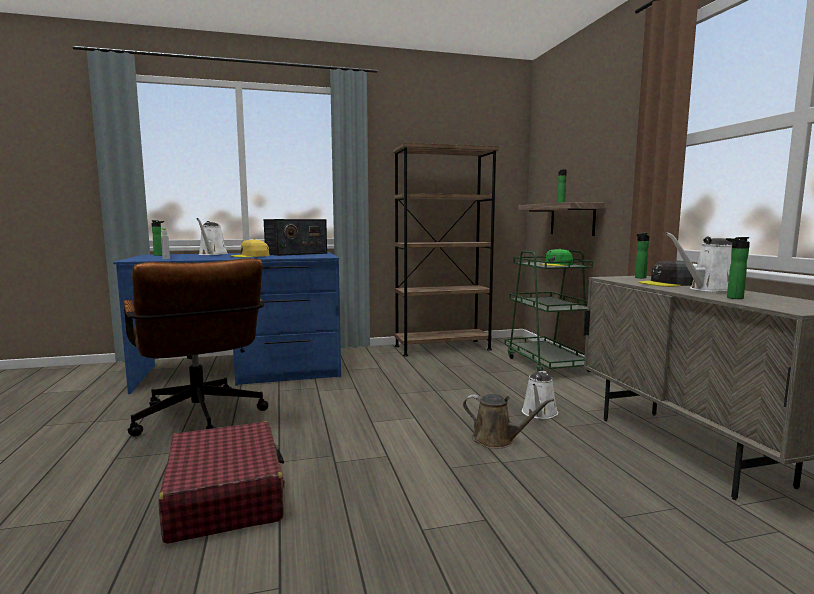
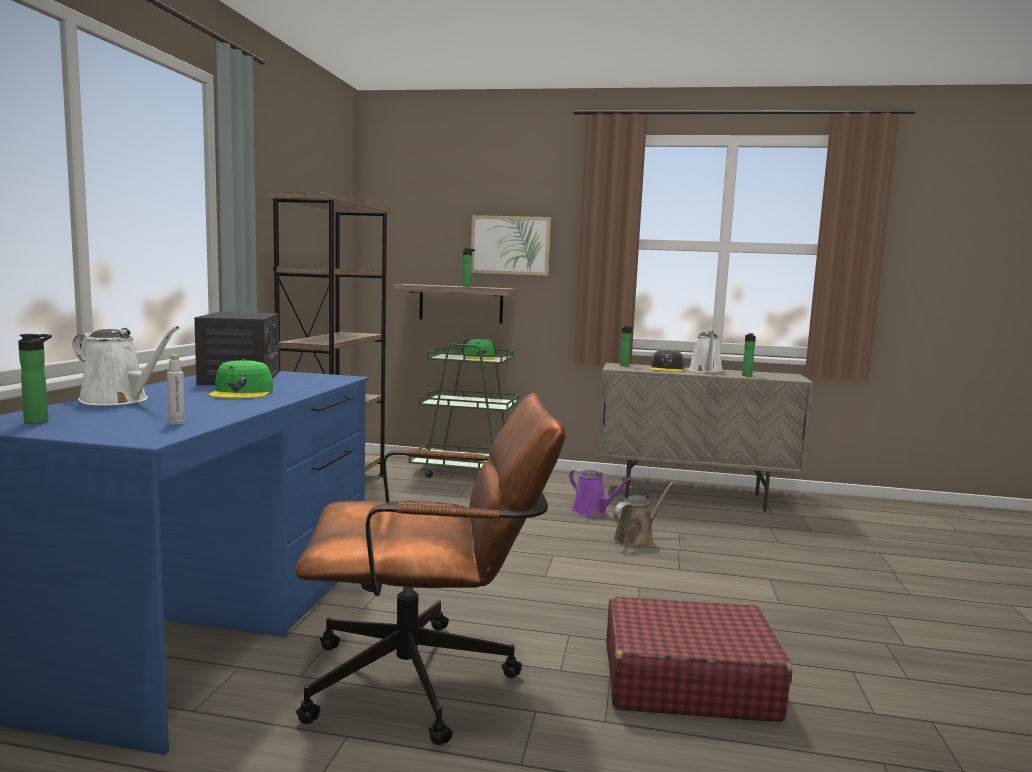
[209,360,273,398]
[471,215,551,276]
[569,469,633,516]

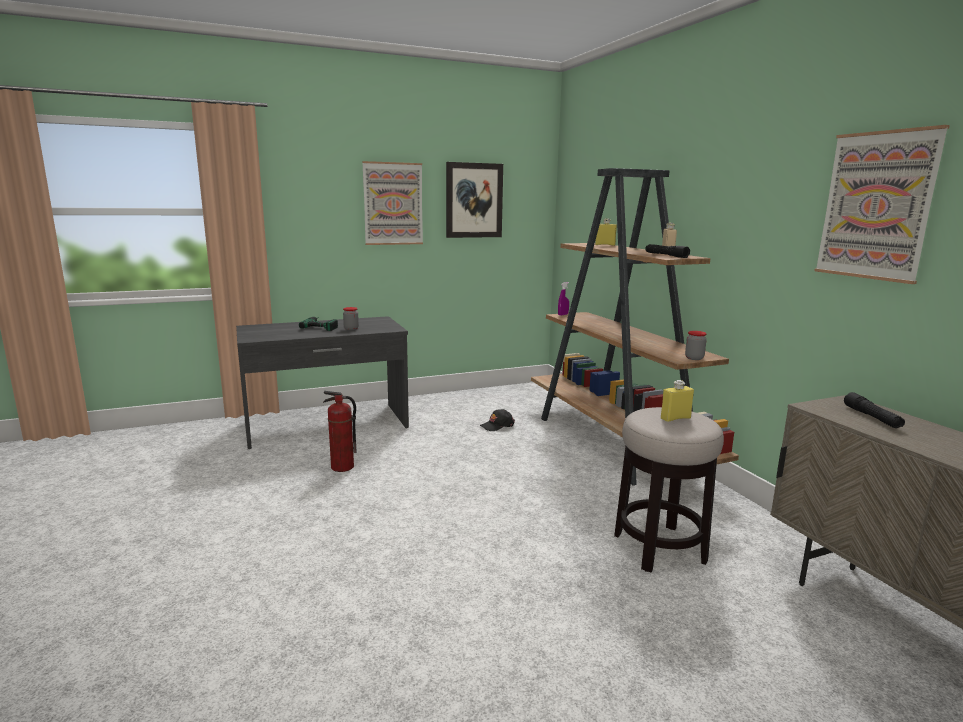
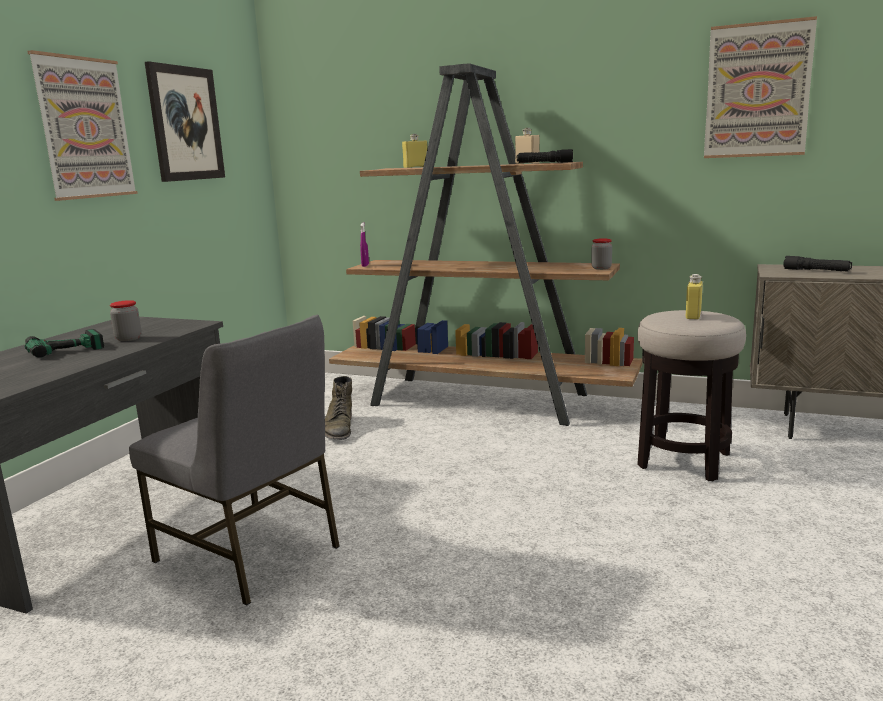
[129,315,340,606]
[325,376,352,440]

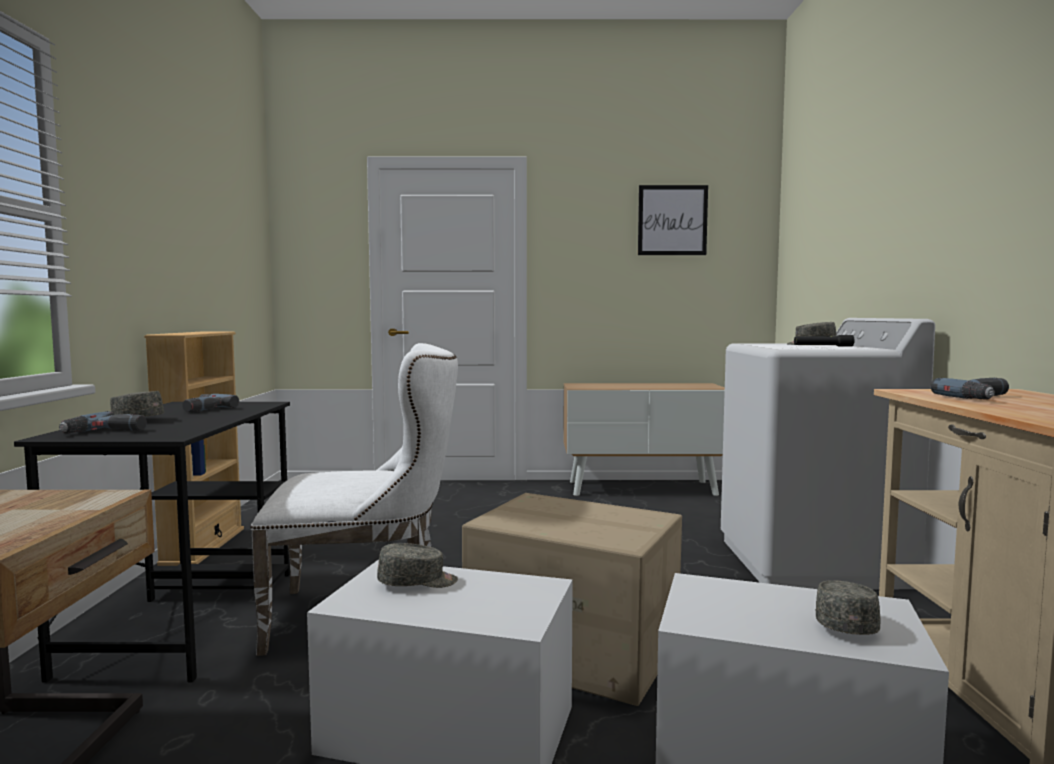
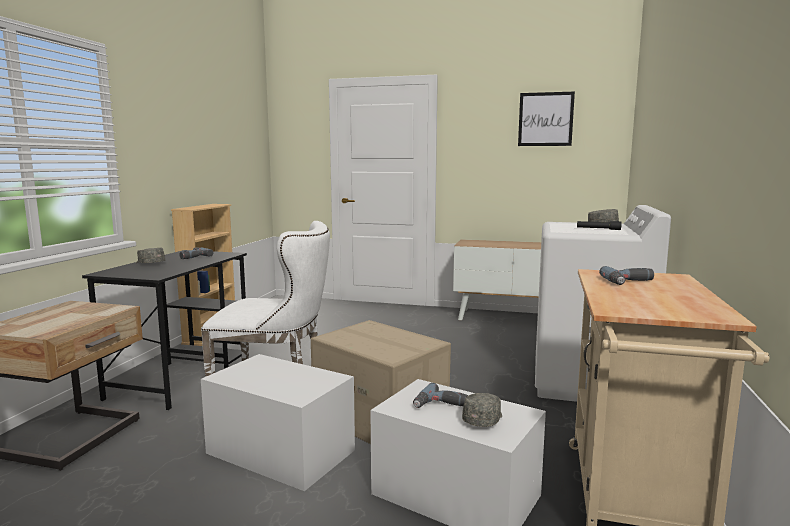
[413,383,468,408]
[377,543,458,588] (first image)

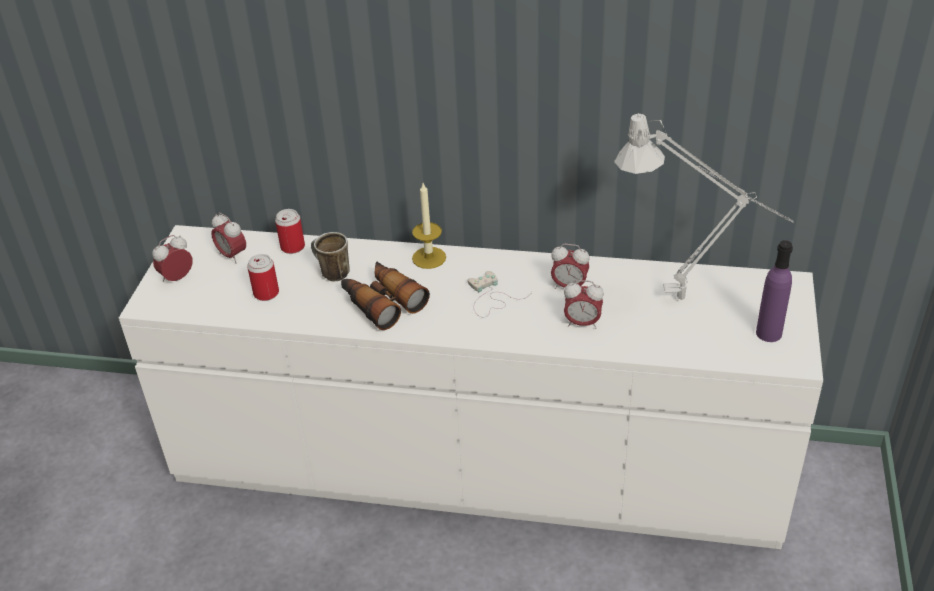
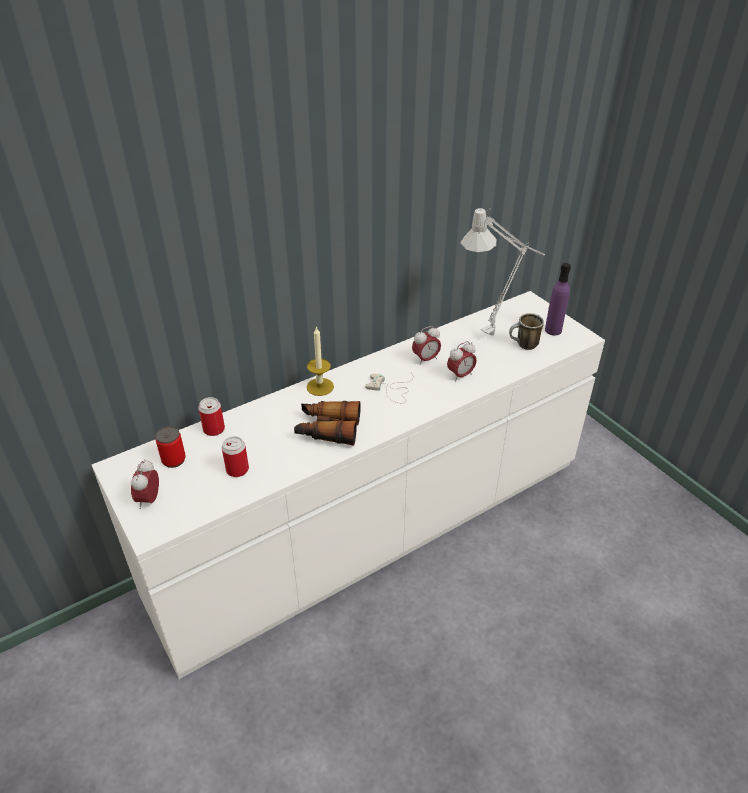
[155,426,186,468]
[509,313,544,350]

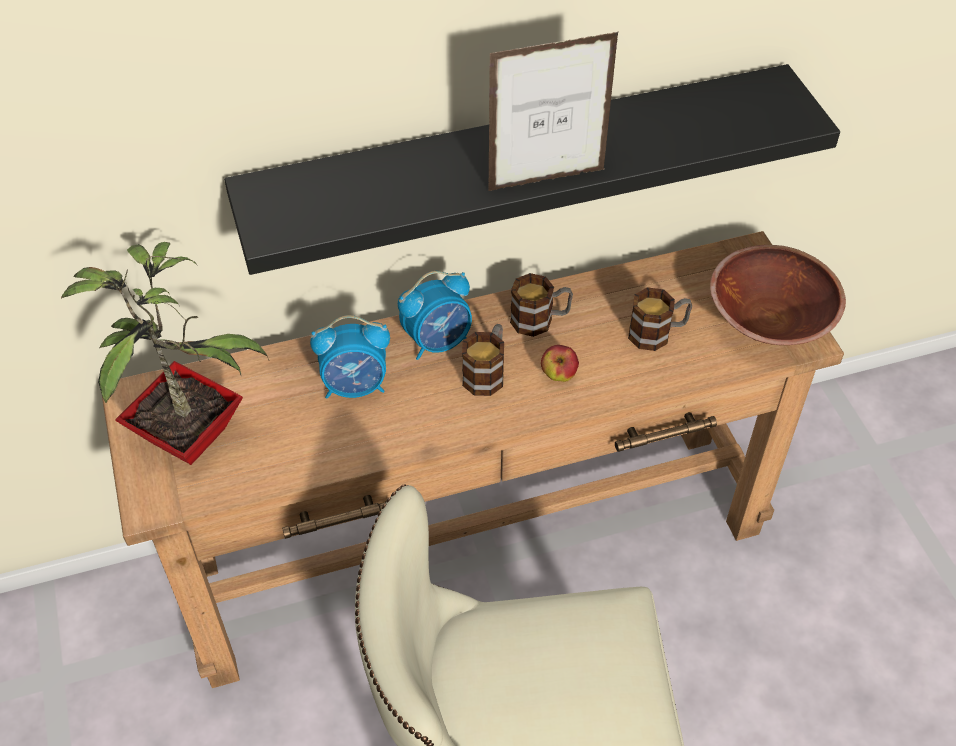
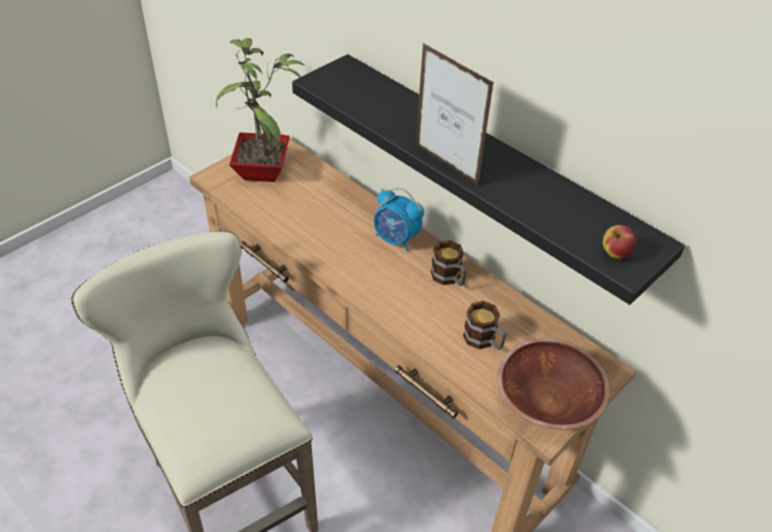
[603,225,637,259]
[310,315,390,399] (first image)
[462,324,504,396] (first image)

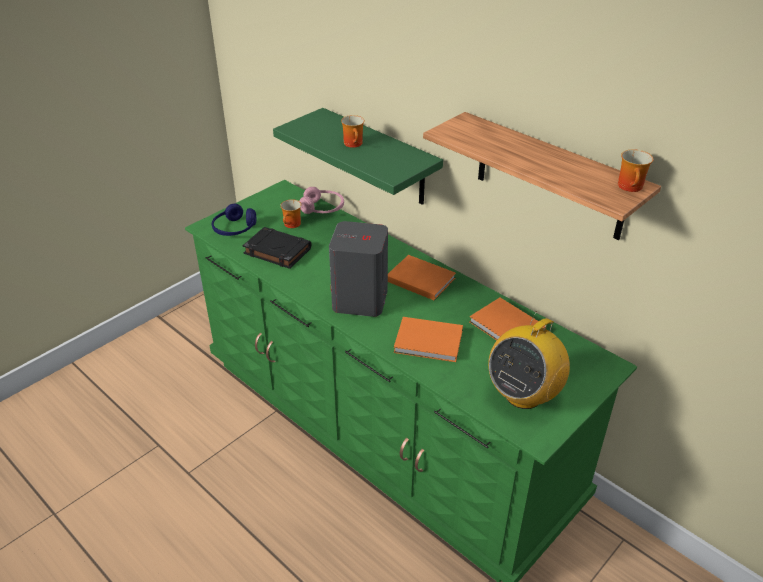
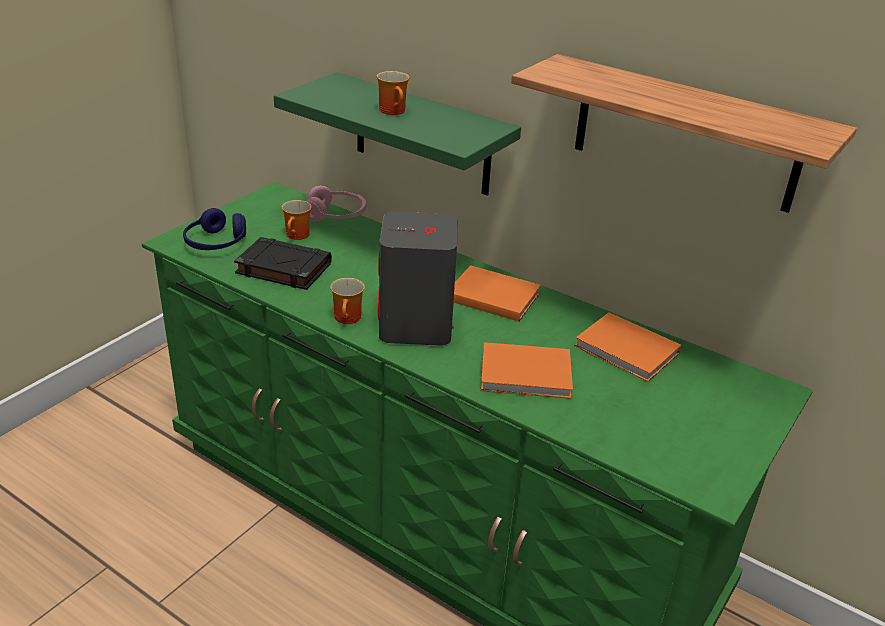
[330,278,365,324]
[488,311,570,409] (first image)

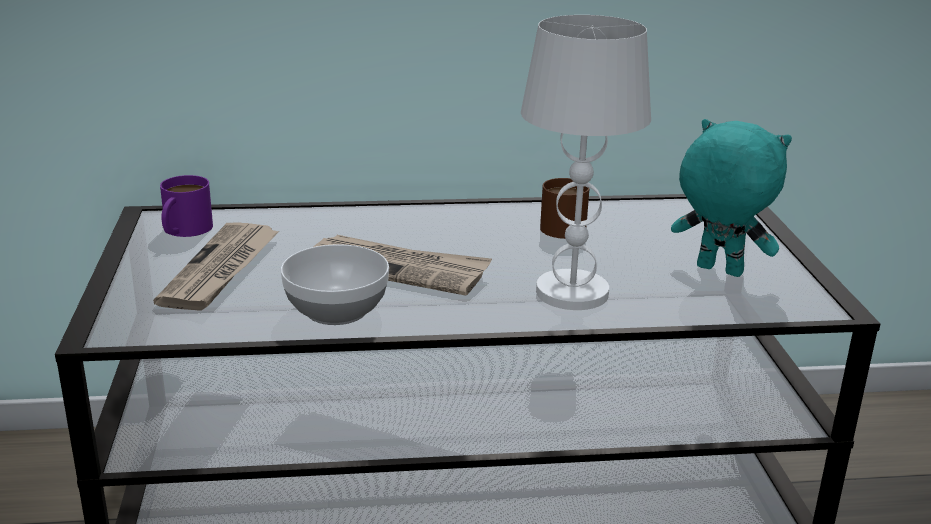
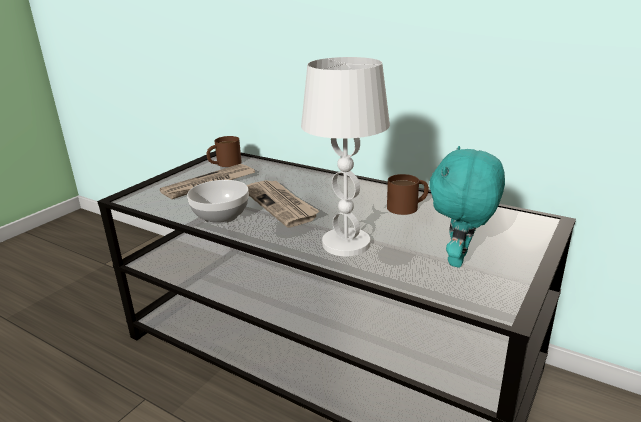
[206,136,242,167]
[430,146,505,267]

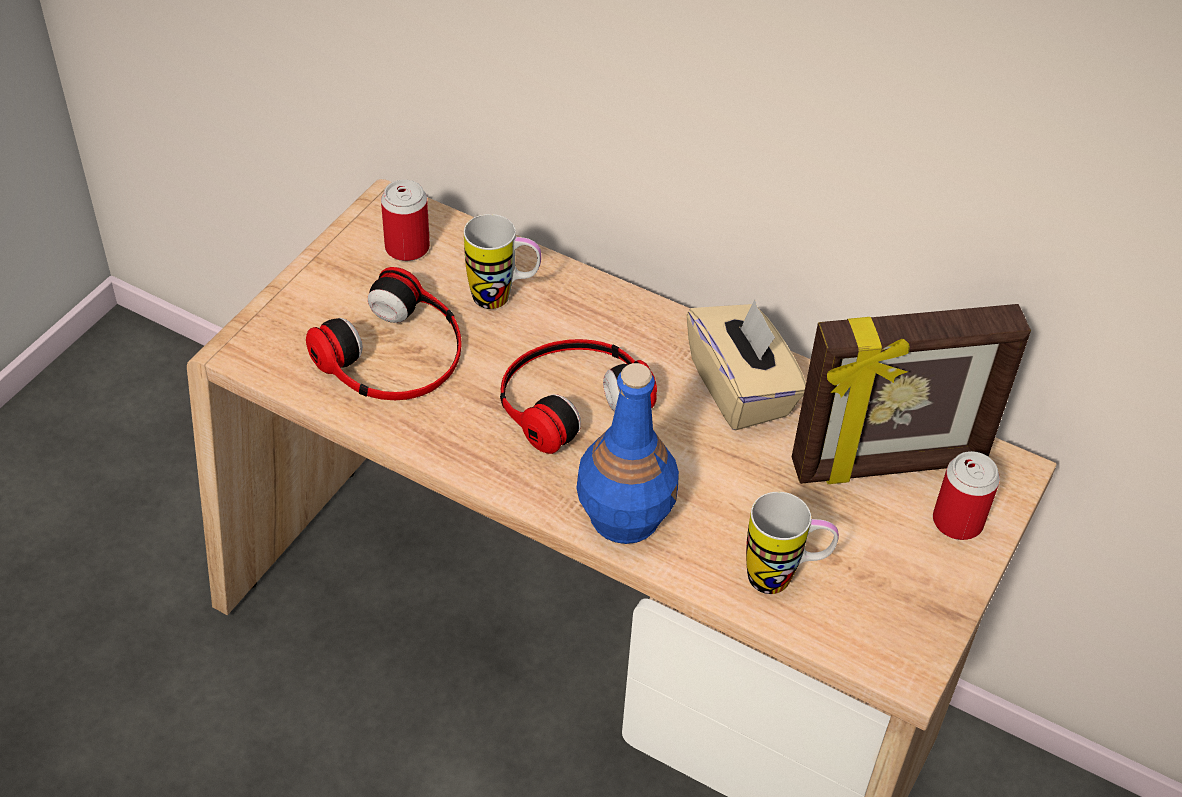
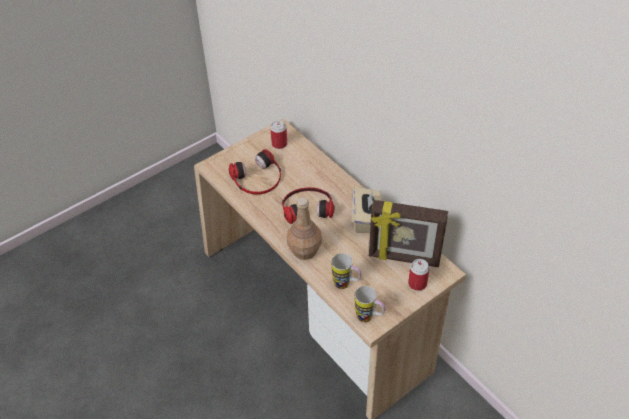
[287,198,322,260]
[355,286,385,322]

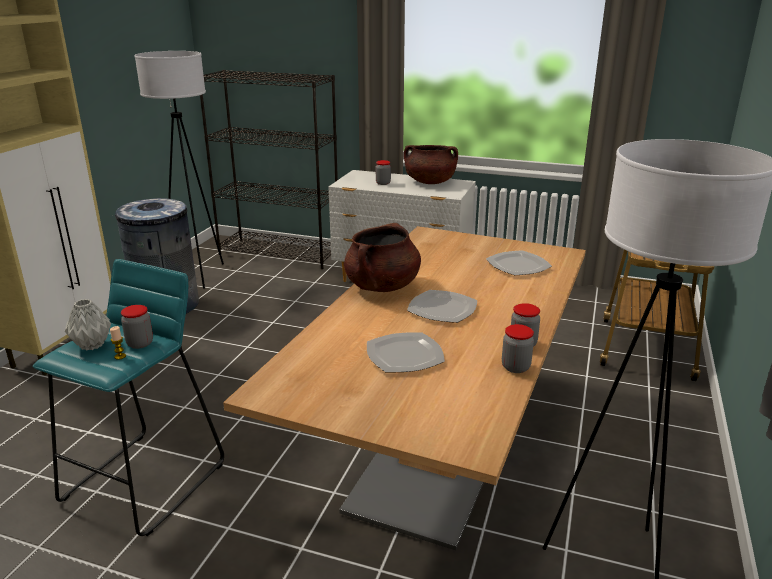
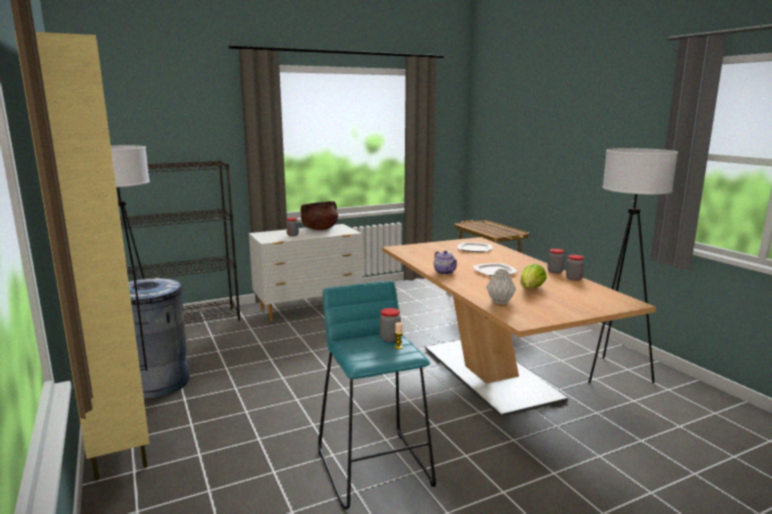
[434,250,457,275]
[486,269,516,304]
[520,263,547,288]

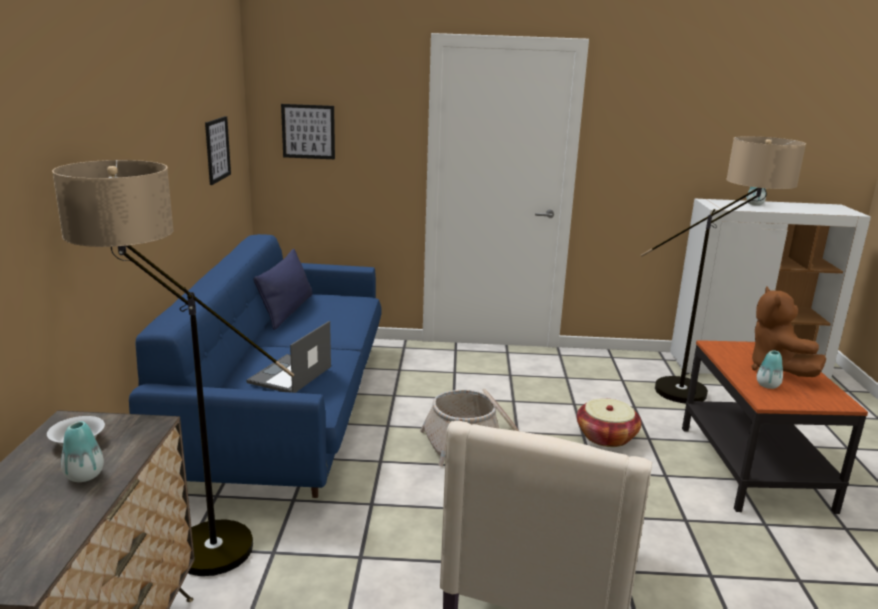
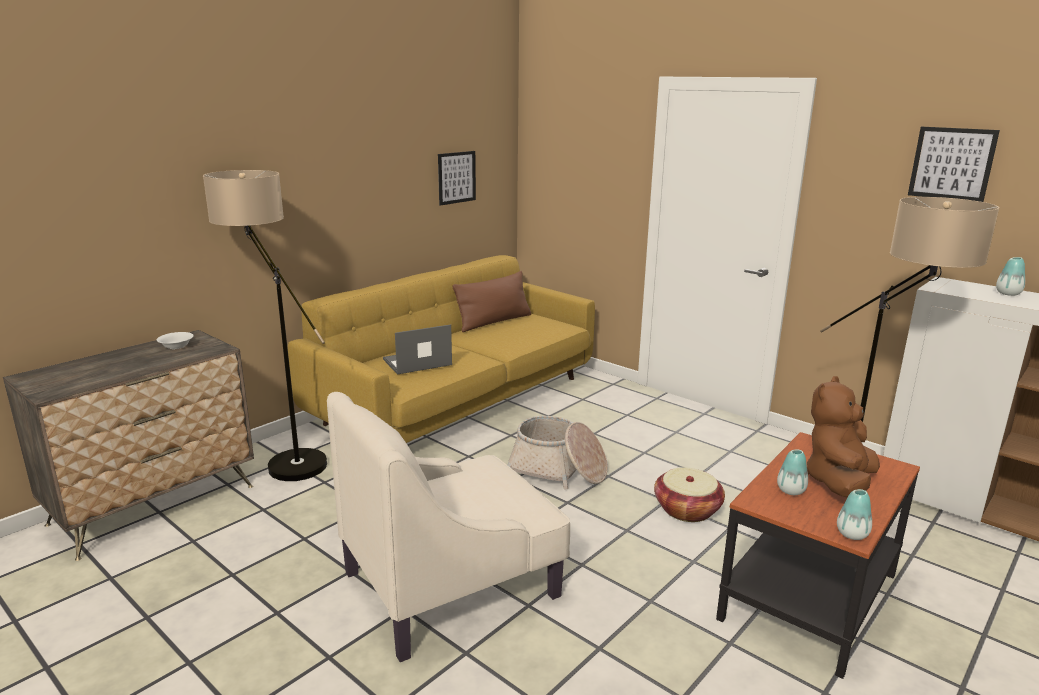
[288,255,595,443]
[452,271,531,332]
[837,489,872,540]
[908,127,1000,202]

